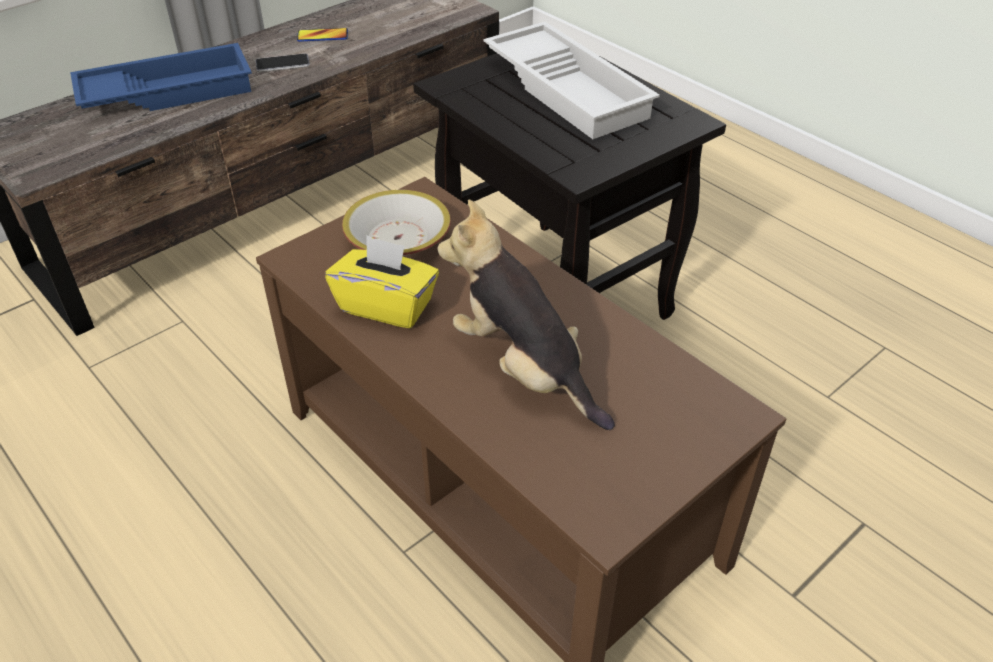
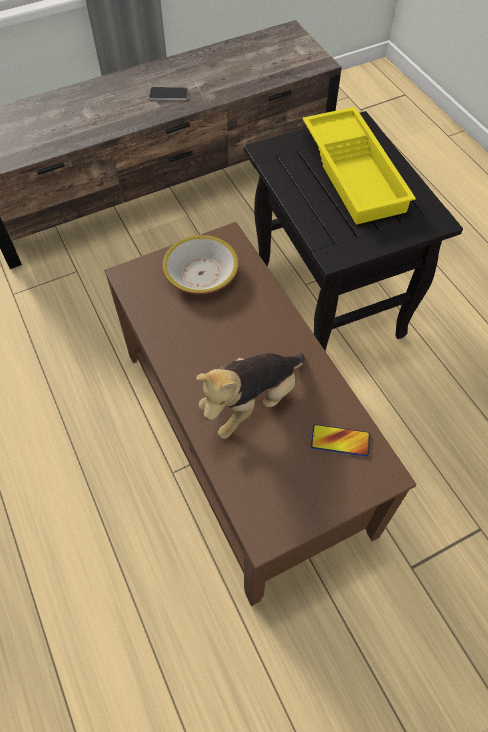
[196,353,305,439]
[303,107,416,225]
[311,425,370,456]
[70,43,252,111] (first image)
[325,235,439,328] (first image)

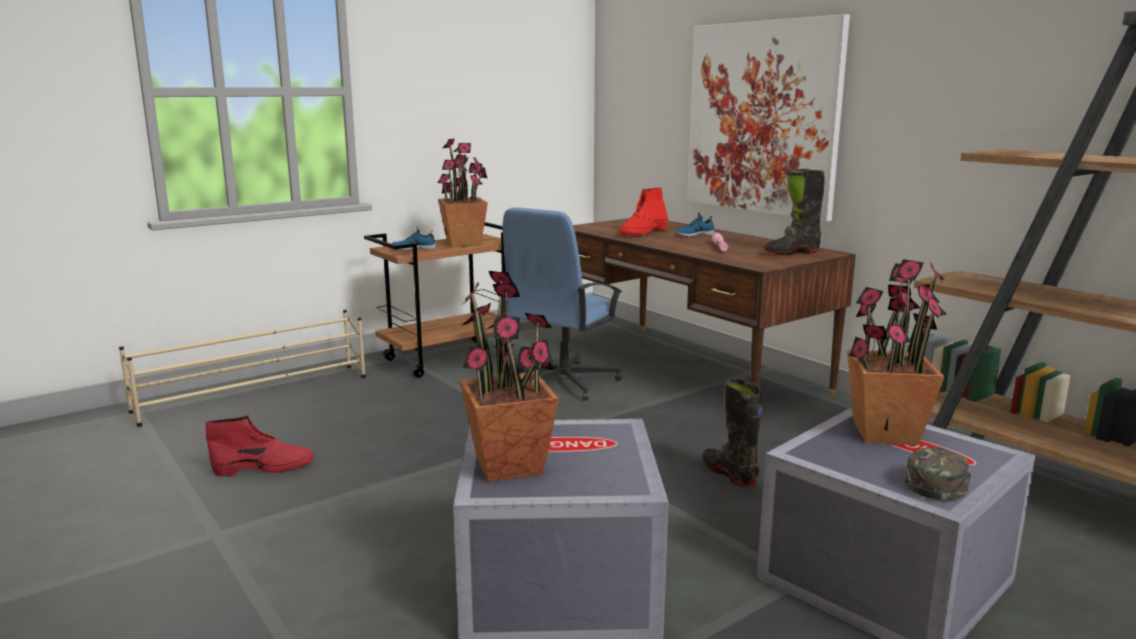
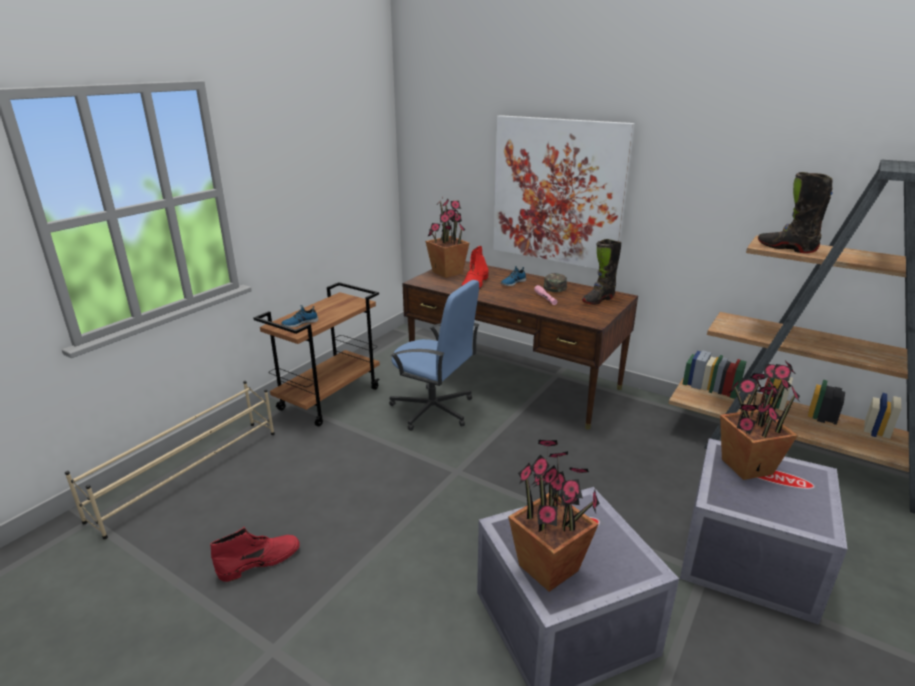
[389,280,479,431]
[425,197,469,278]
[544,273,567,292]
[758,172,833,253]

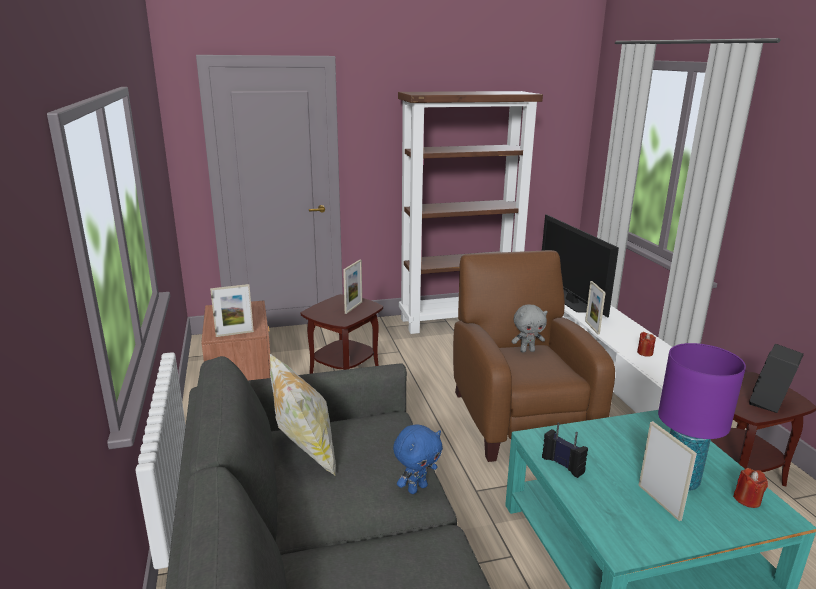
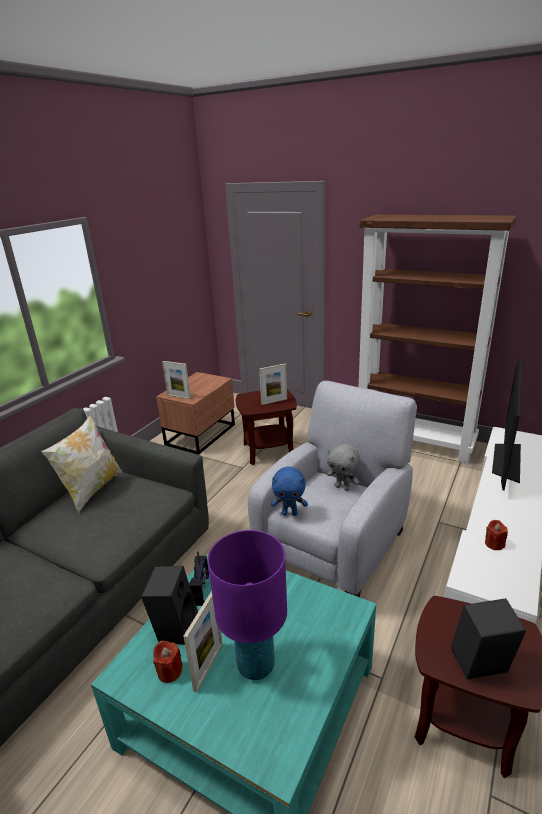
[141,566,198,645]
[153,641,183,683]
[248,381,417,597]
[271,466,308,516]
[585,281,605,335] (first image)

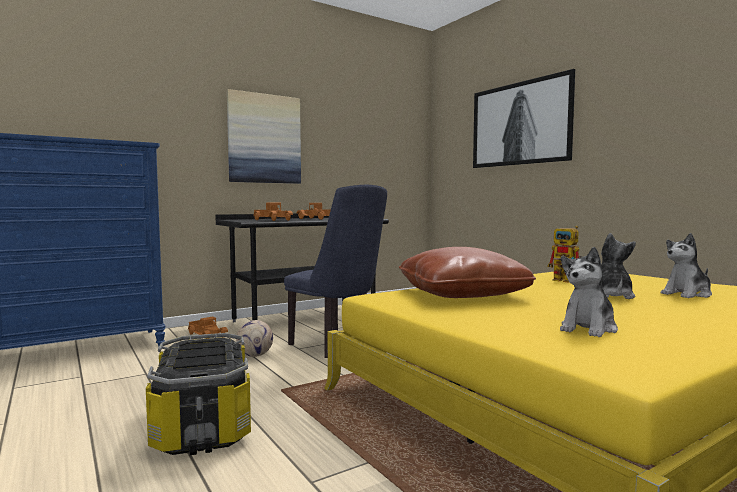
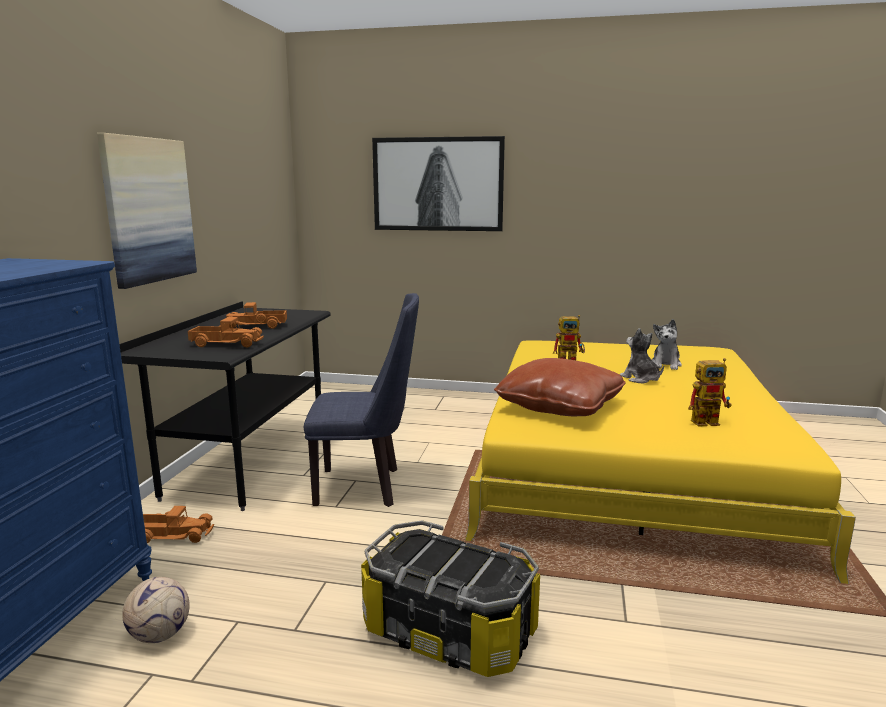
[122,577,190,643]
[688,358,732,427]

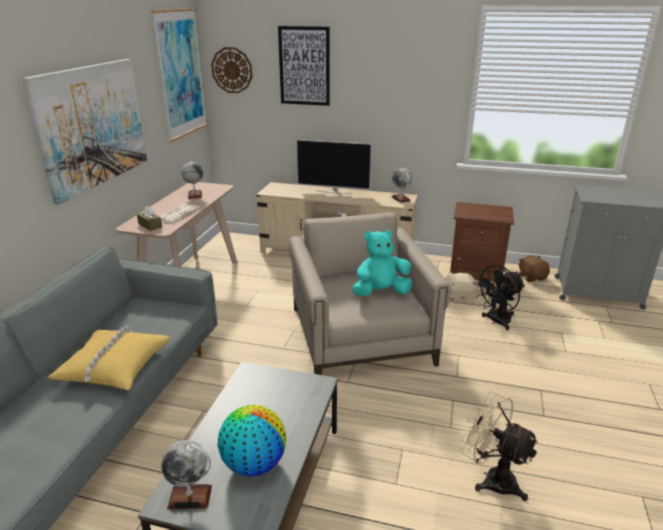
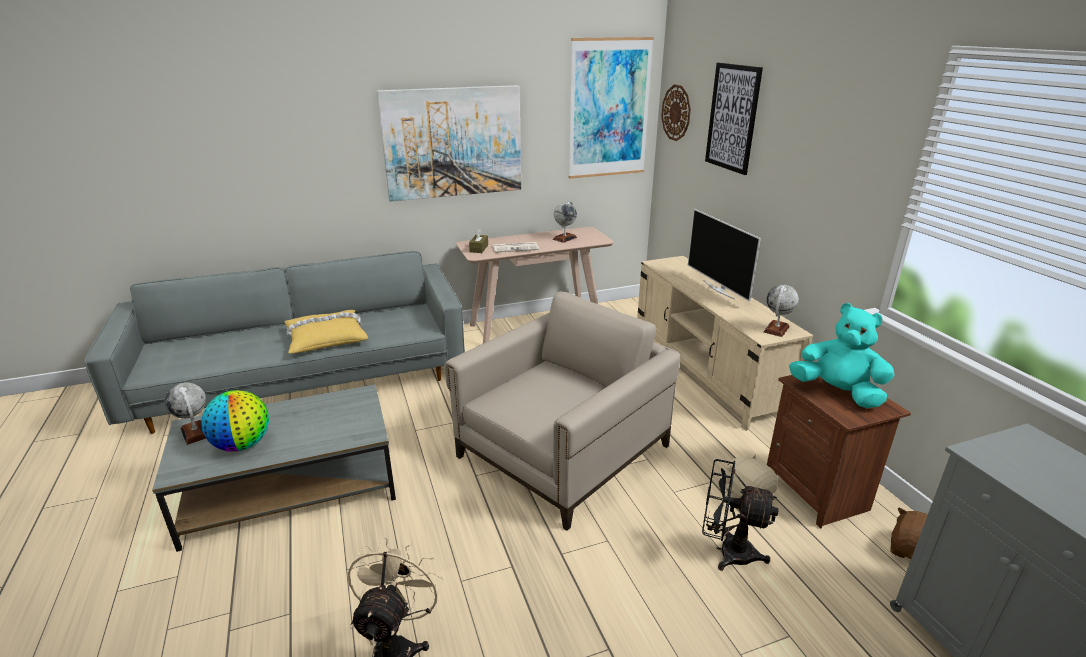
[789,303,894,408]

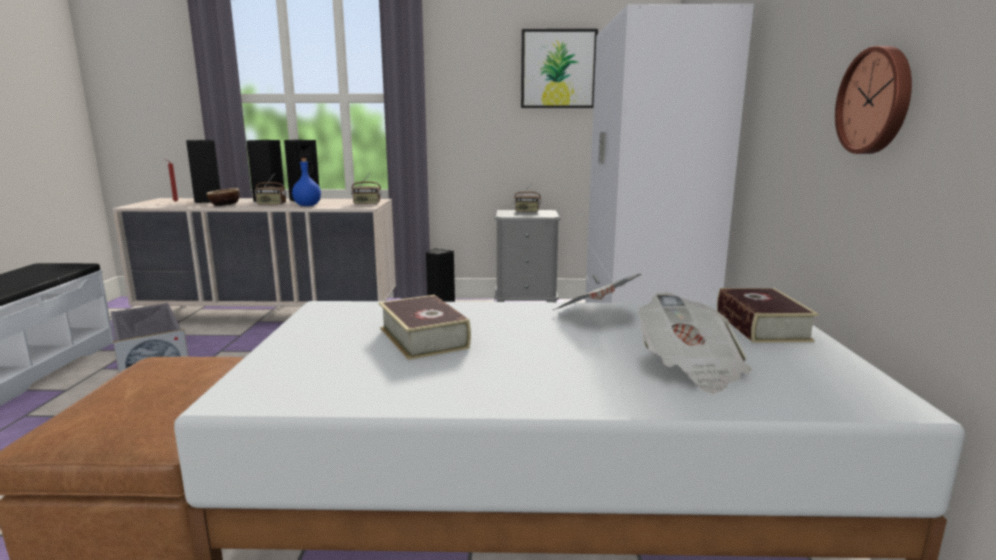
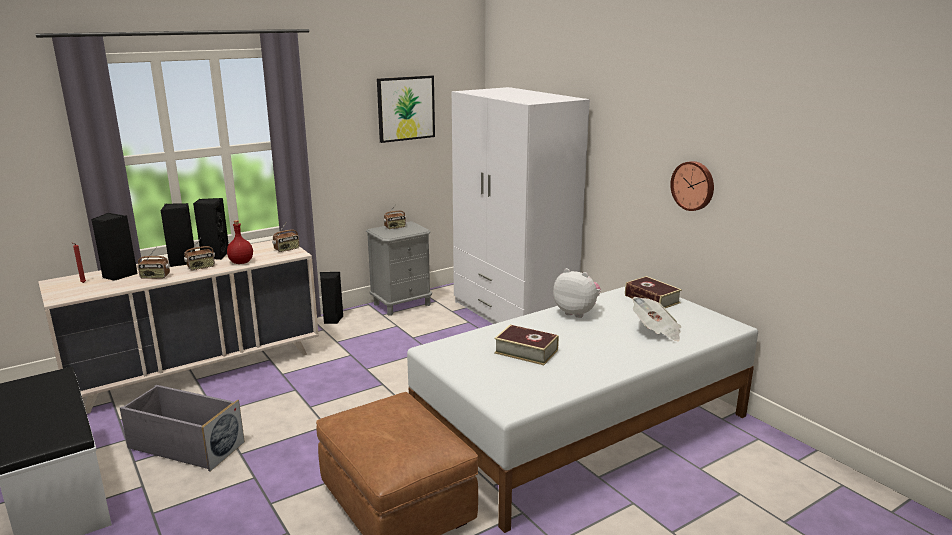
[138,247,170,279]
[227,220,253,264]
[553,268,601,318]

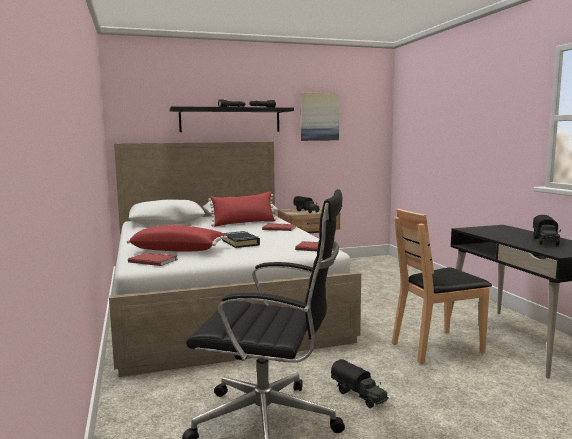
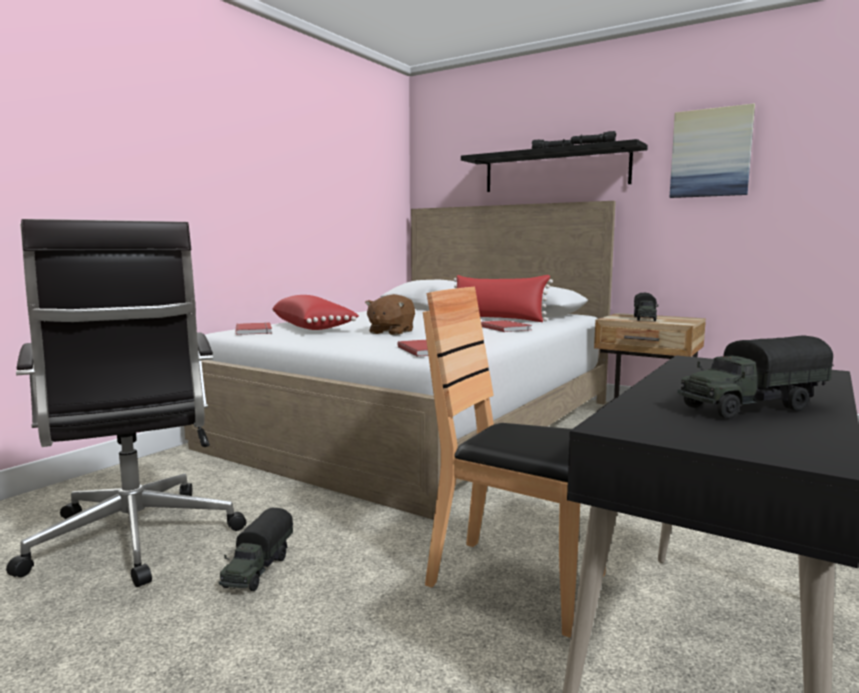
[365,294,415,335]

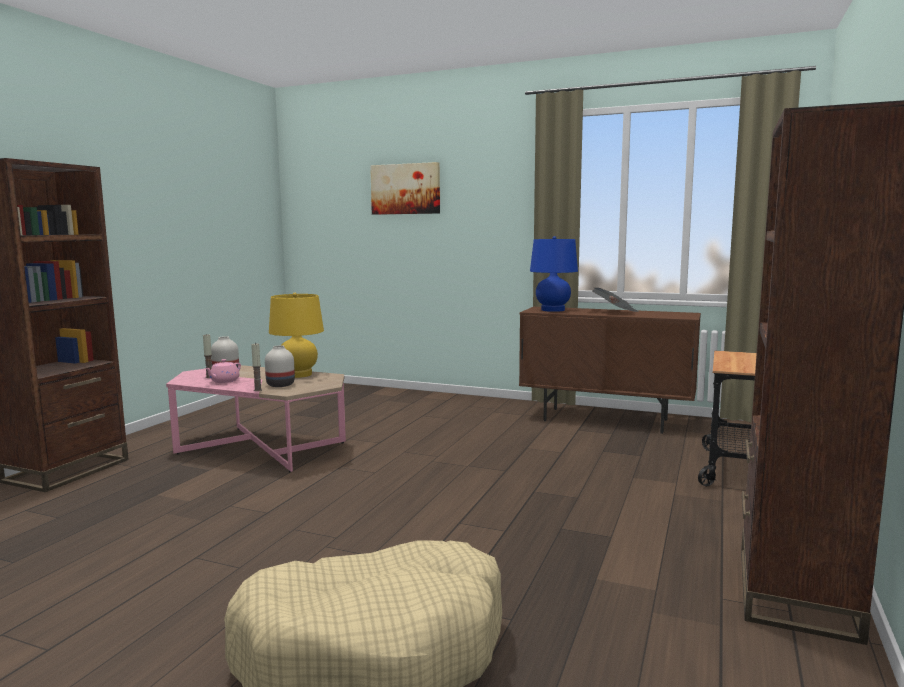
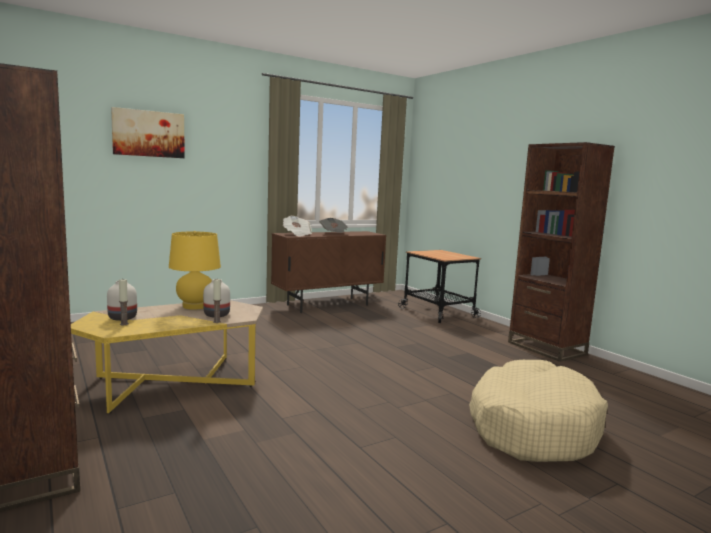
[71,300,263,413]
[283,216,312,237]
[204,359,241,383] (first image)

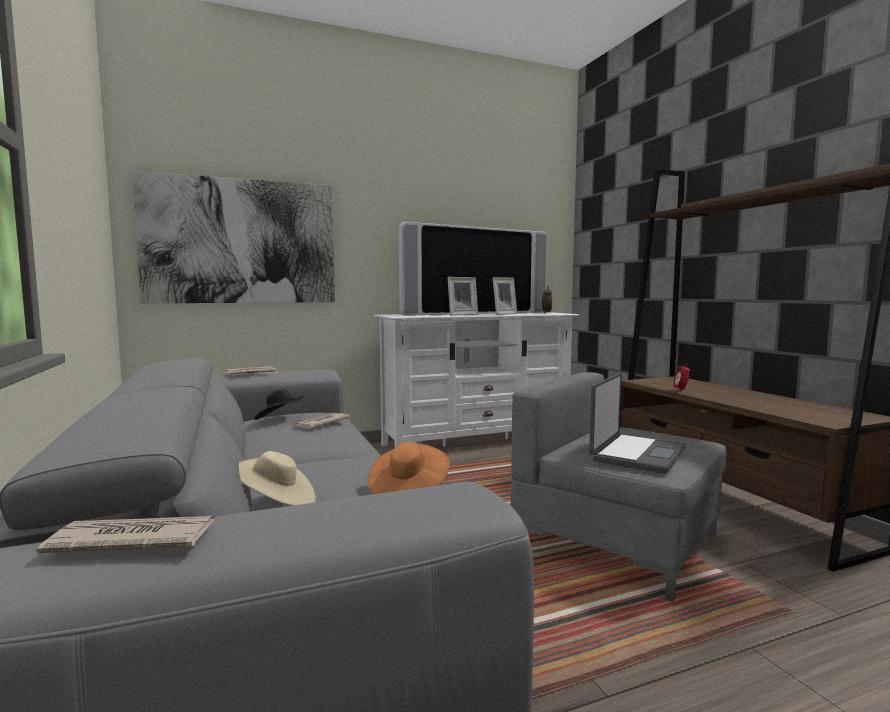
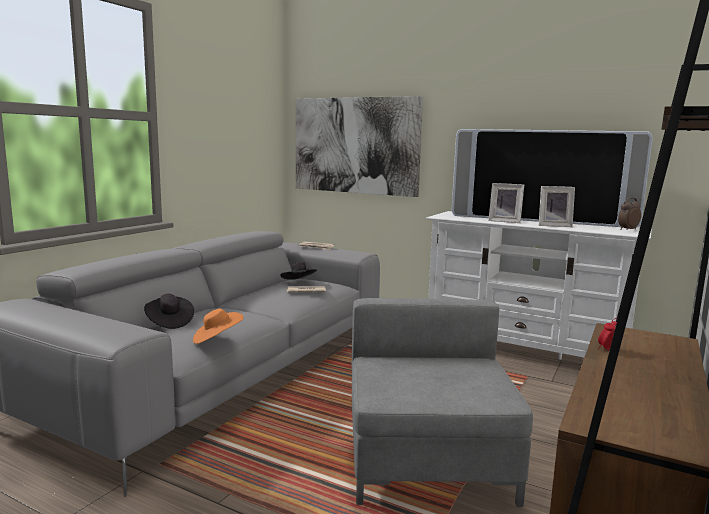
[144,294,194,329]
[37,516,215,553] (first image)
[589,373,686,474] (first image)

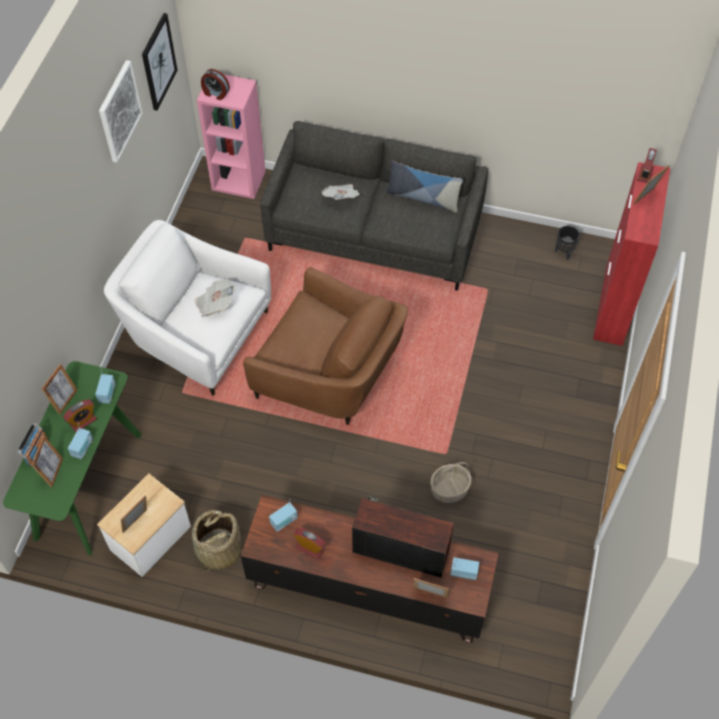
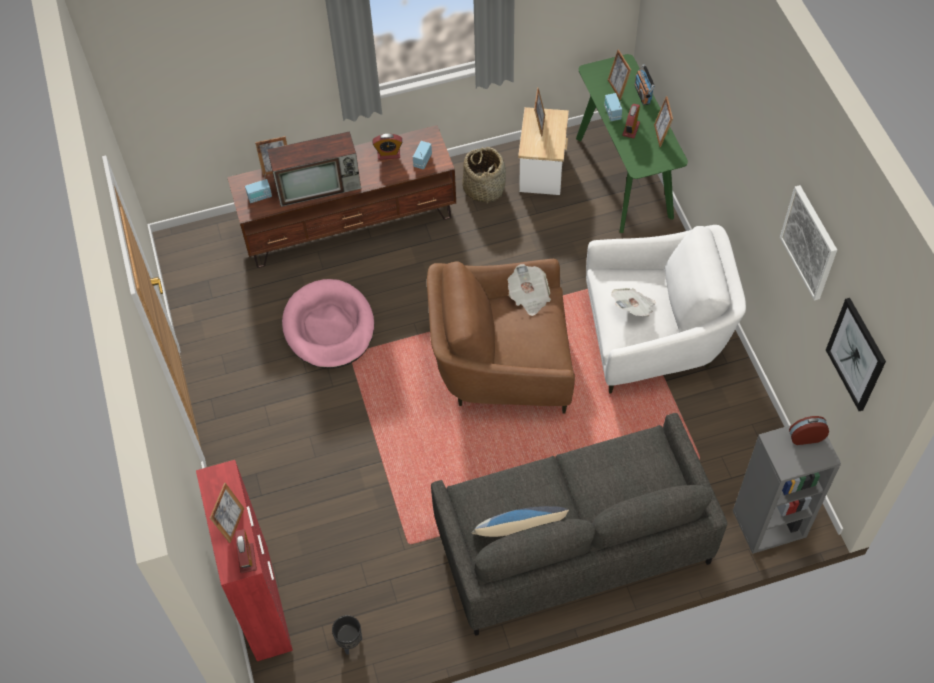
[282,279,374,369]
[508,264,551,316]
[733,425,841,554]
[95,369,116,404] (first image)

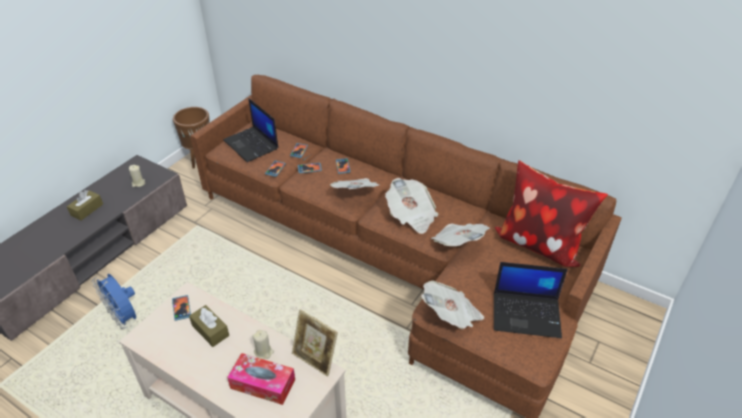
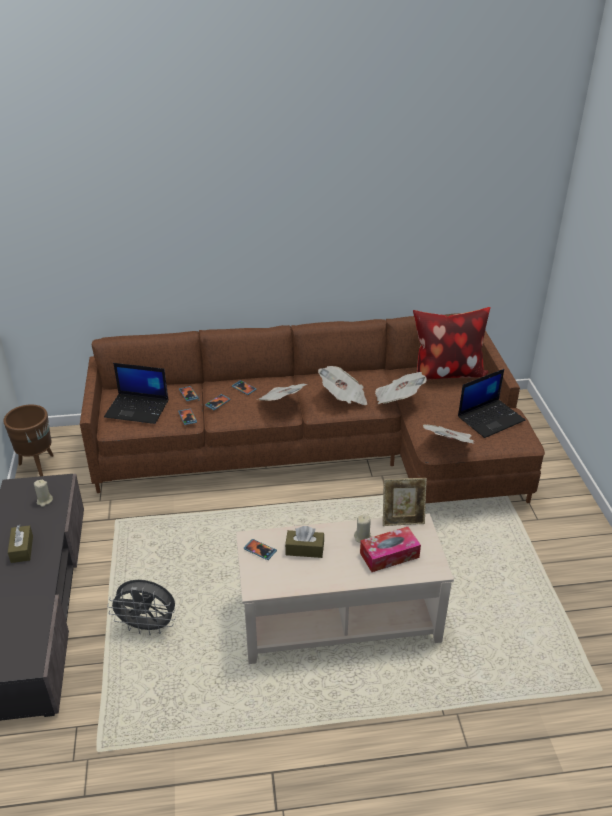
[107,580,176,635]

